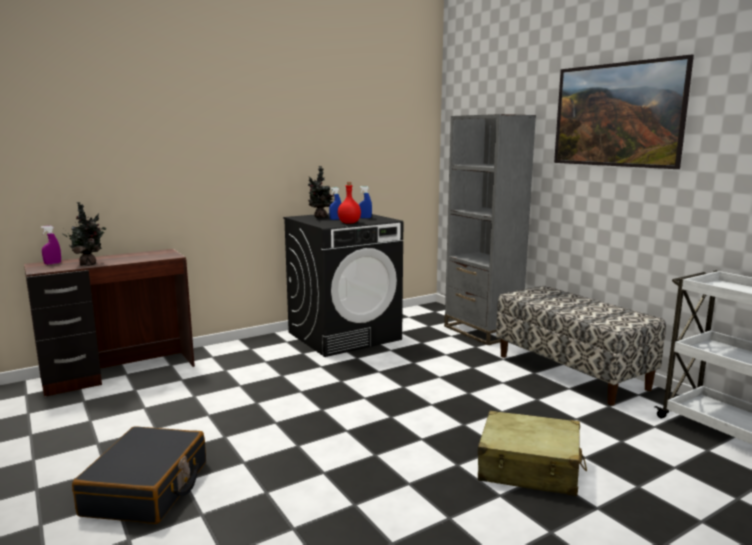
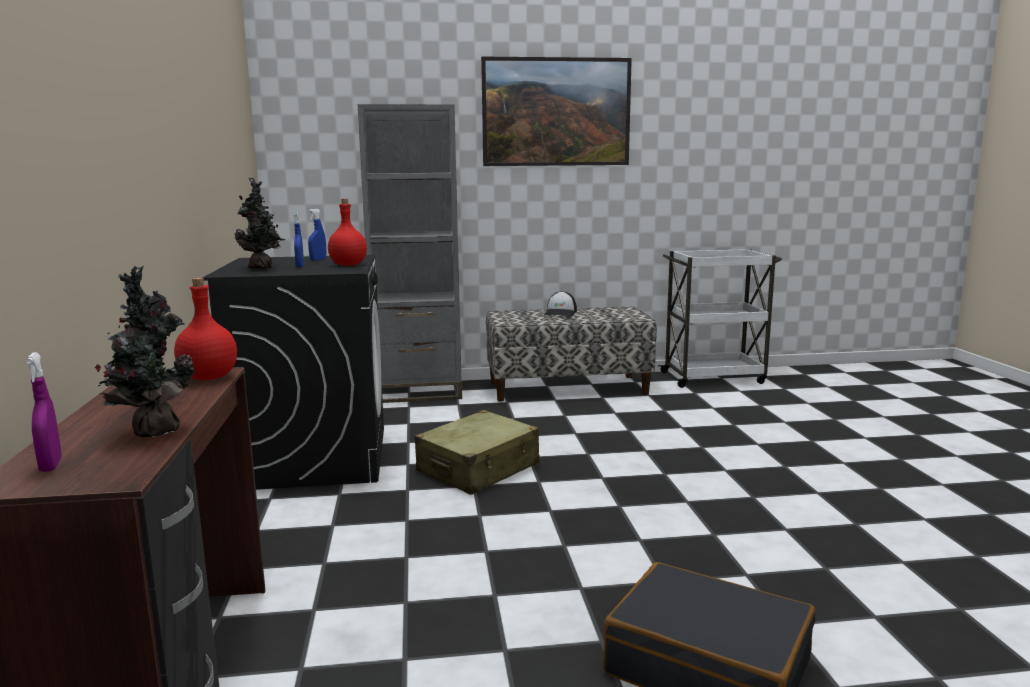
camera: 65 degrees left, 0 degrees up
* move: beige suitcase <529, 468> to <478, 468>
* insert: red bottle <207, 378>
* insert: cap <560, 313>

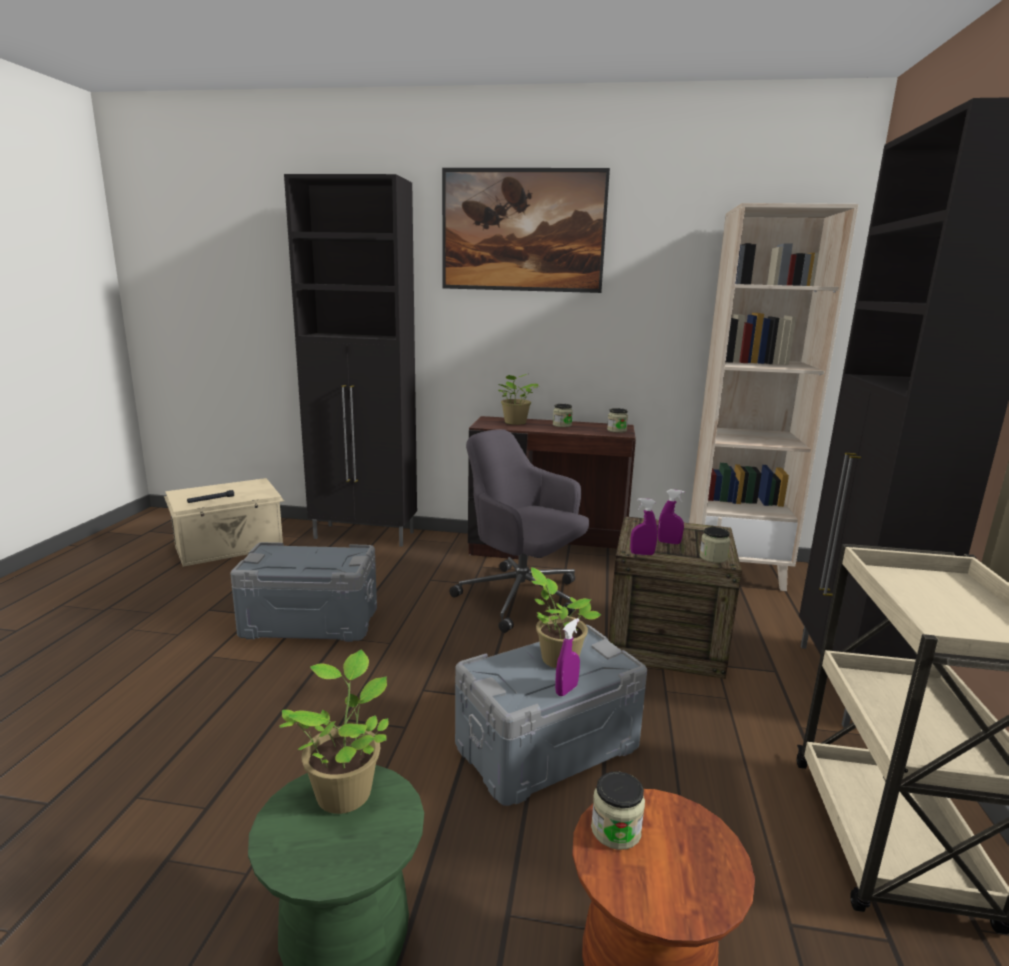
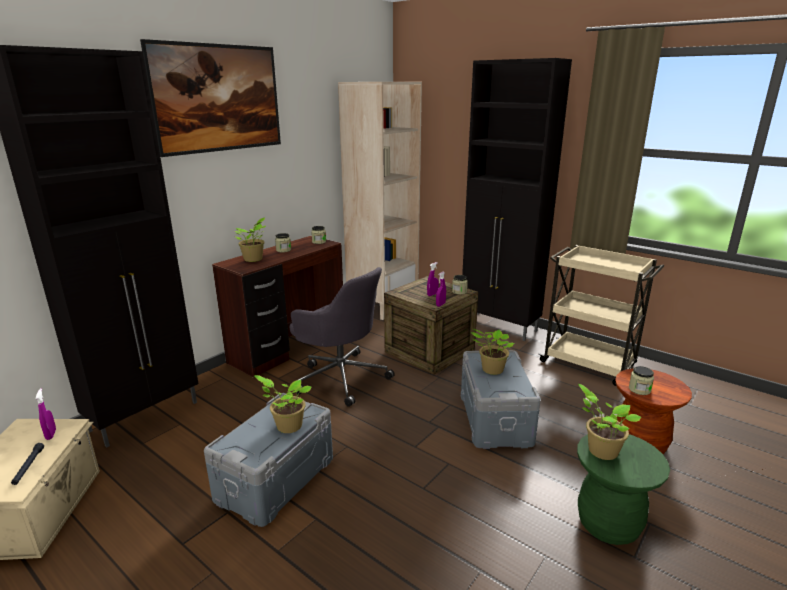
camera: 60 degrees left, 5 degrees up
* rotate: grey office chair <522, 598> = <341, 377> 120 degrees counterclockwise
* move: purple spray bottle <566, 690> to <51, 434>
* insert: potted plant <287, 426>

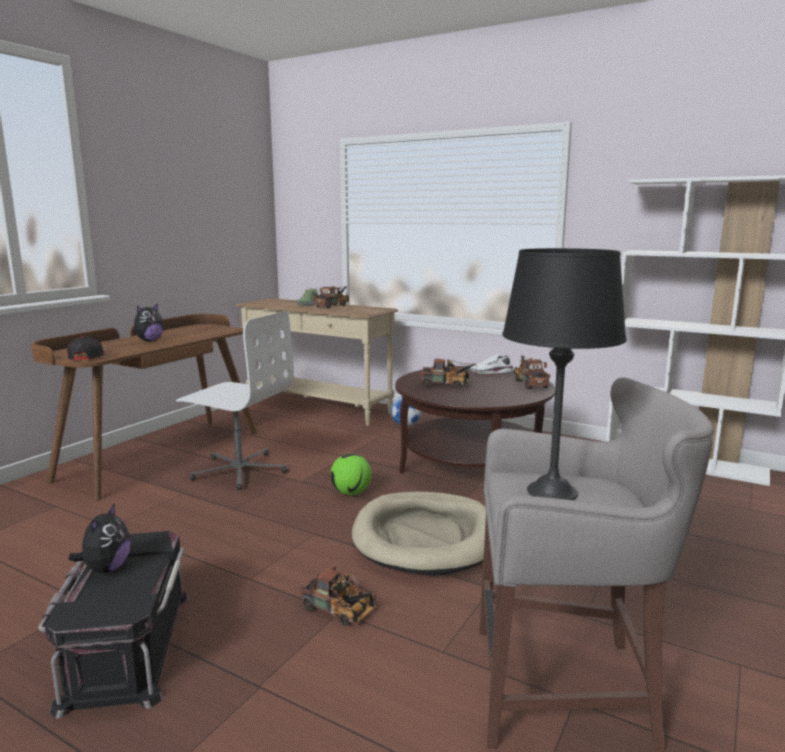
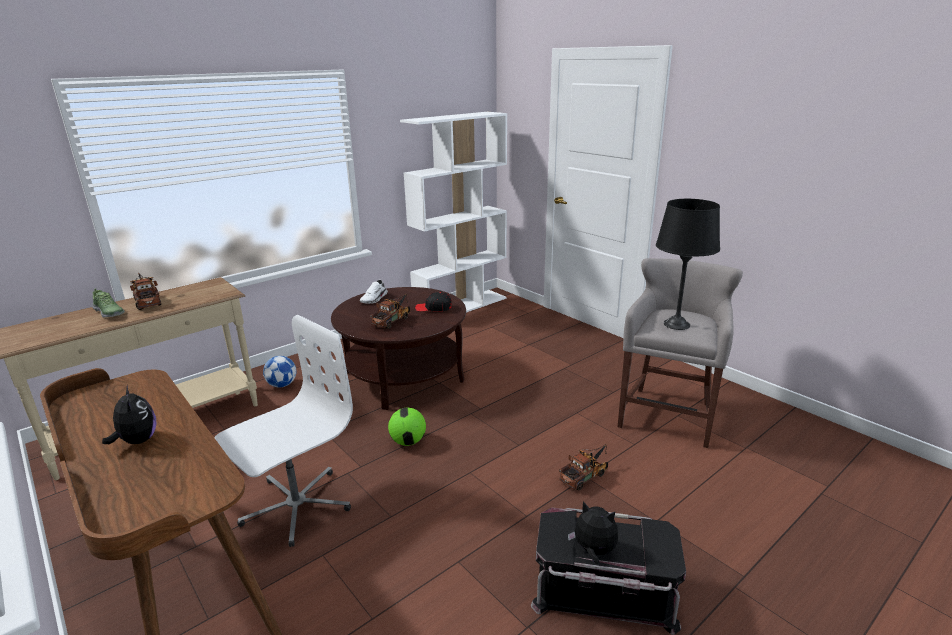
camera: 70 degrees left, 10 degrees up
* move: black cap <87, 356> to <434, 308>
* delete: beige dog bed <425, 537>
* delete: toy truck <529, 383>

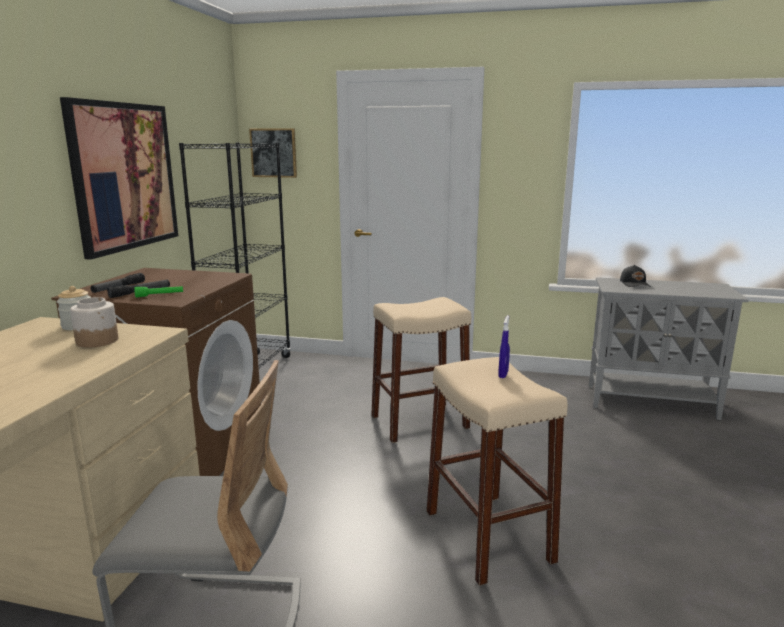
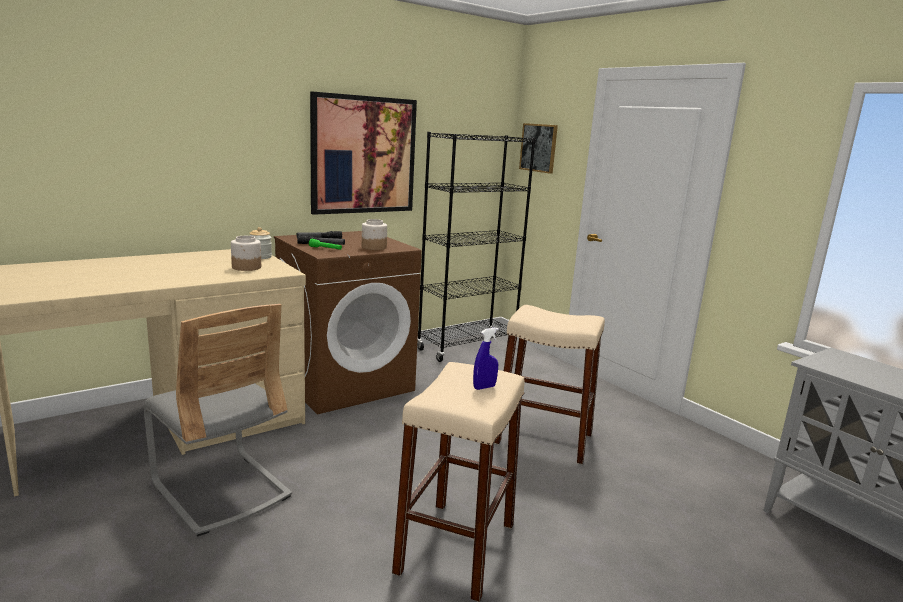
camera: 40 degrees right, 0 degrees up
* delete: black cap <635, 284>
* insert: jar <374, 247>

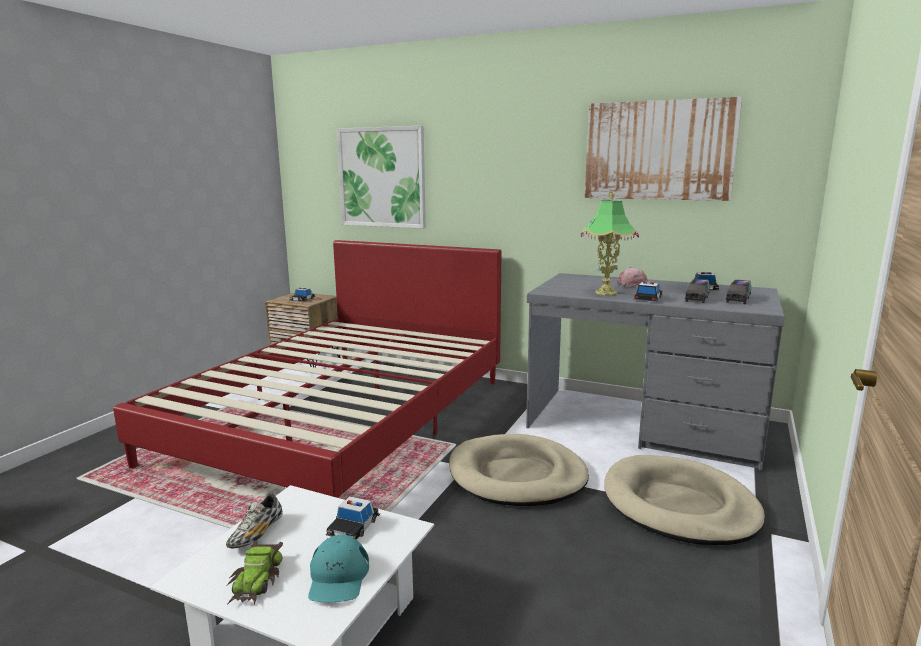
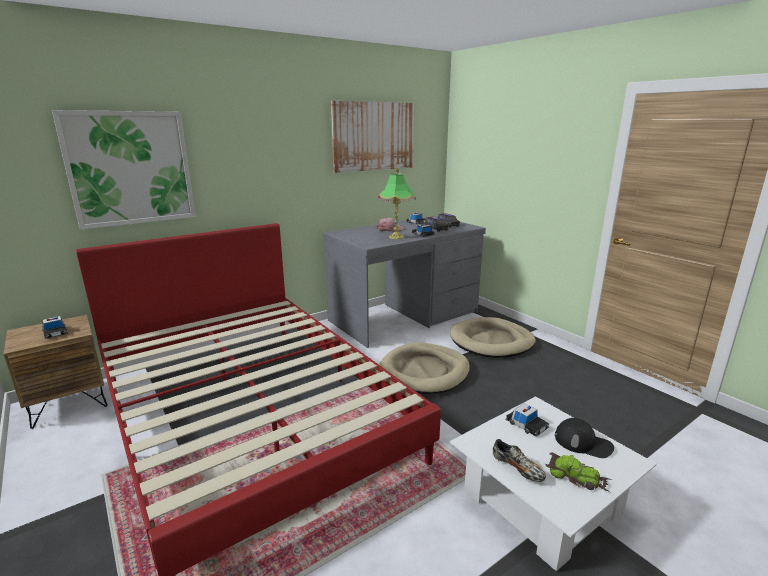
camera: 60 degrees left, 5 degrees up
* recolor: turquoise cap <338, 577> to black cap <583, 442>

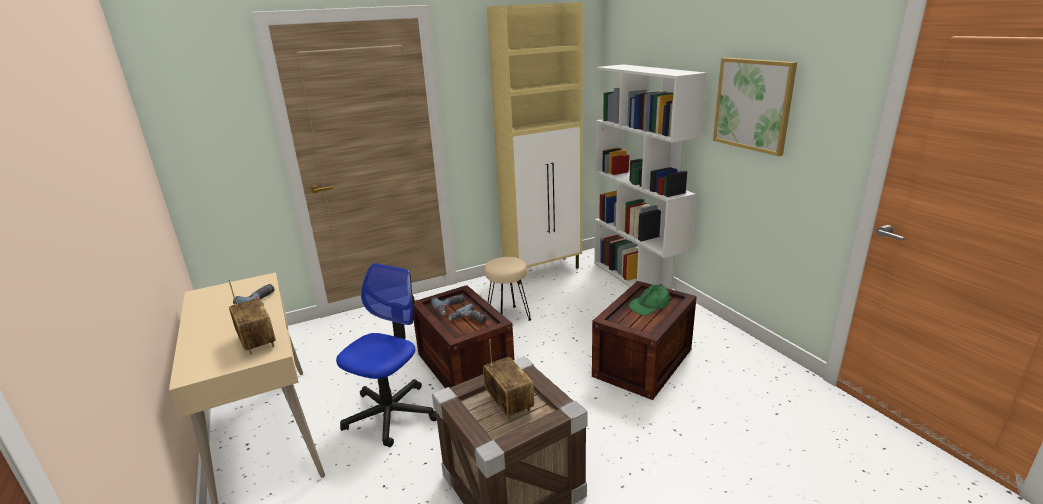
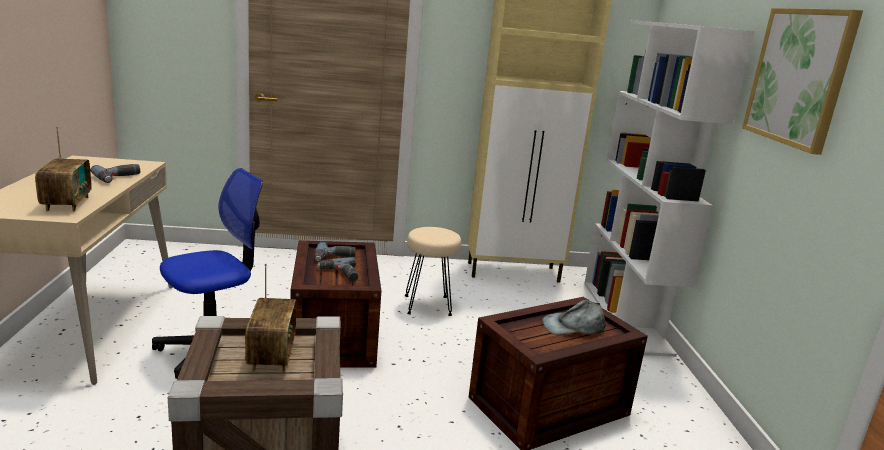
camera: 20 degrees right, 5 degrees down
* recolor: green cap <650, 305> to grey cap <573, 326>

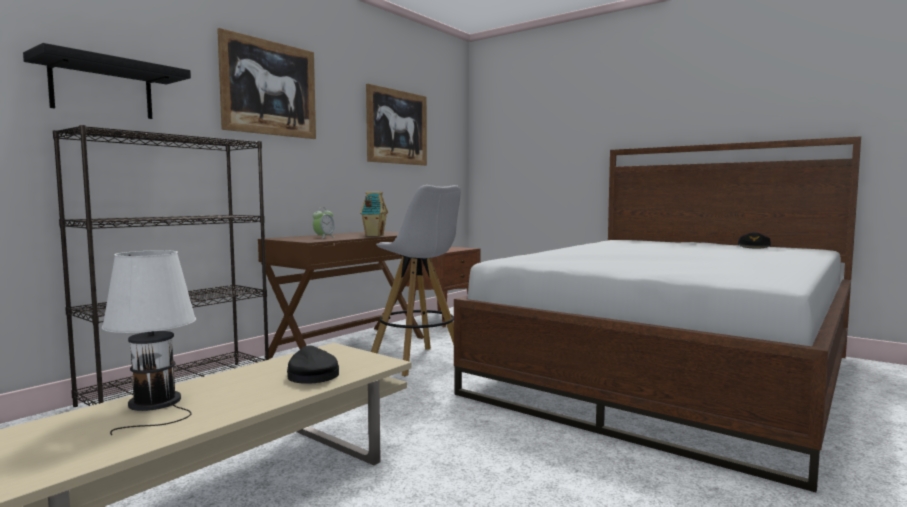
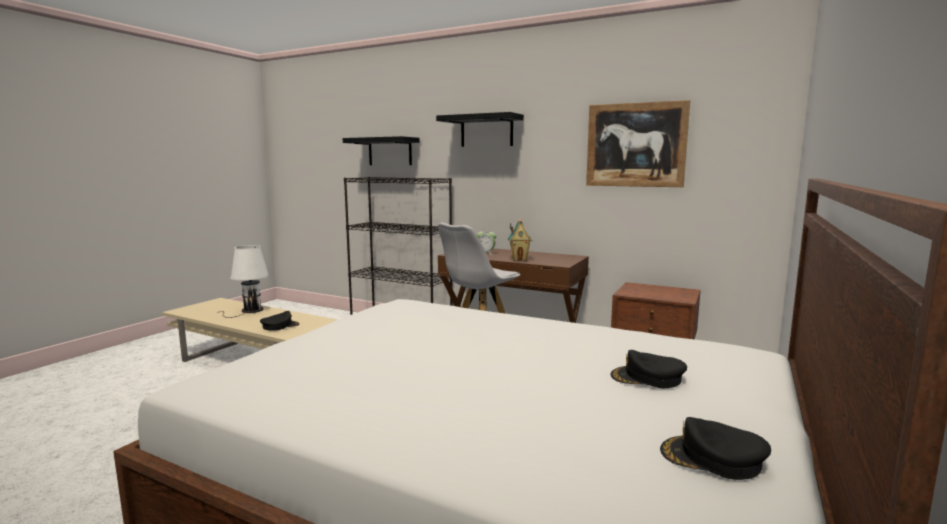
camera: 80 degrees right, 5 degrees up
* replace: picture <269, 88> to black shelf <486, 131>
* insert: black cap <647, 378>

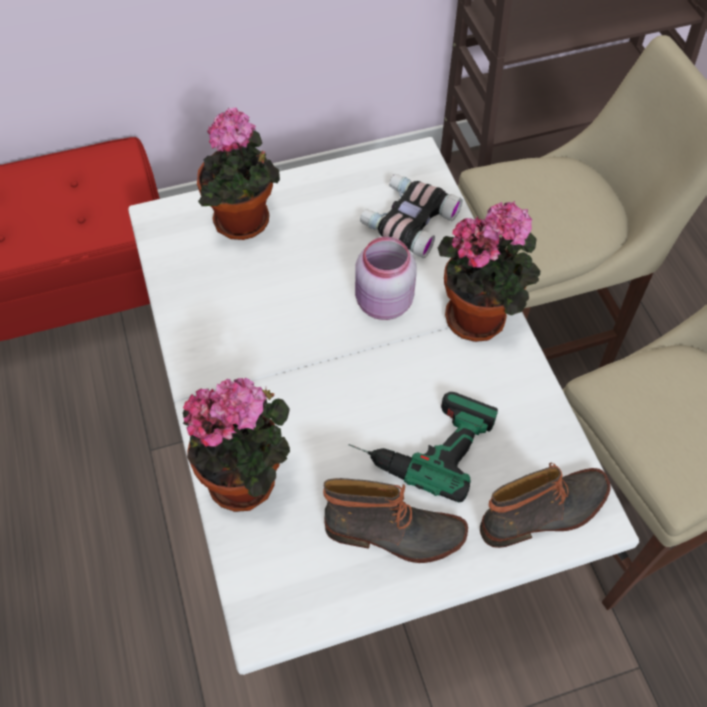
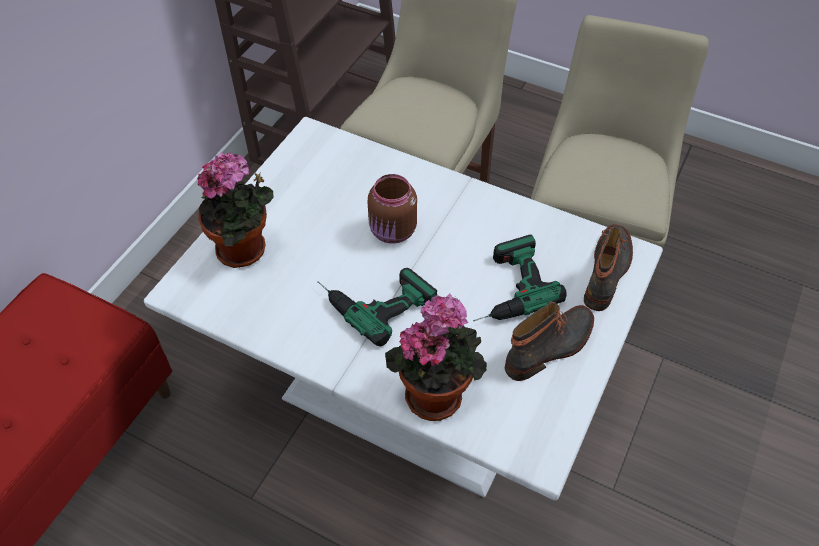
camera: 45 degrees left, 5 degrees down
* recolor: pink jar <382, 303> to brown jar <393, 232>
* delete: binoculars <408, 220>
* delete: potted plant <480, 316>
* insert: power drill <374, 298>

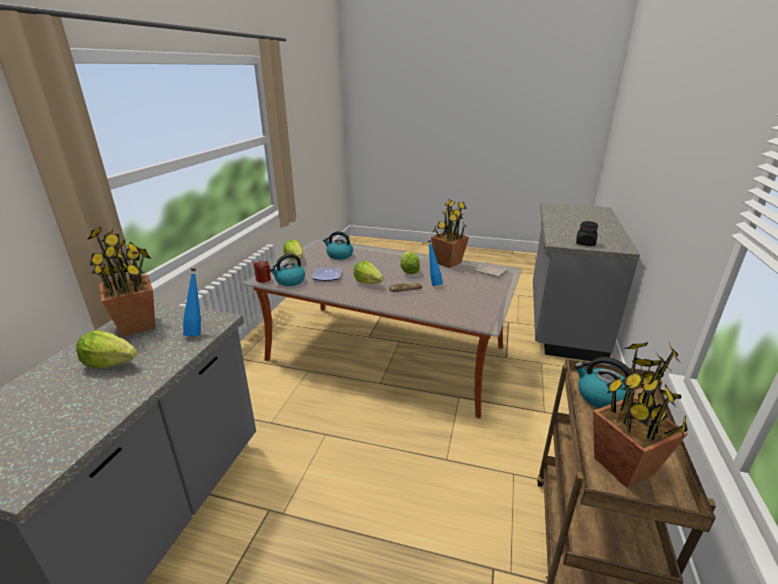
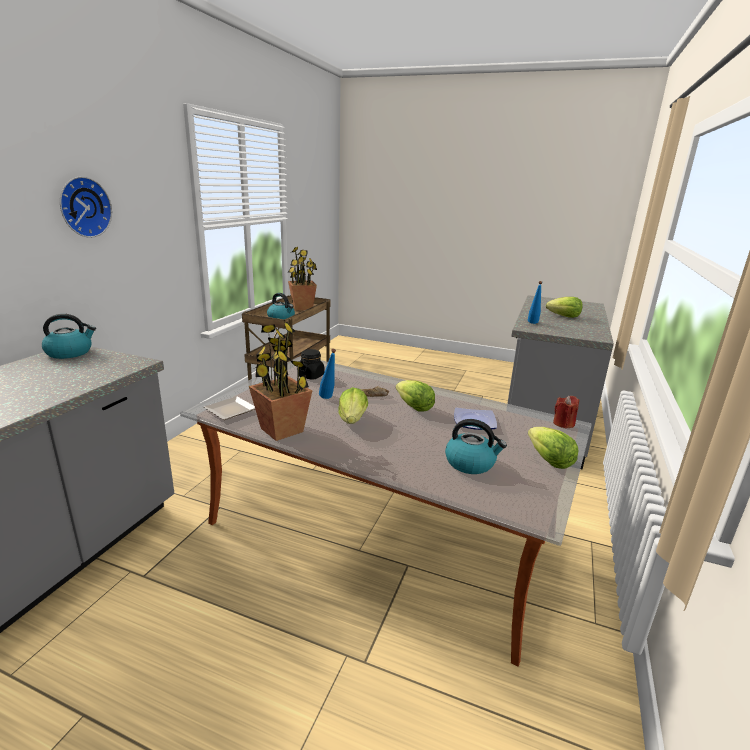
camera: 175 degrees left, 5 degrees down
* delete: potted plant <137, 325>
* move: kettle <289, 281> to <70, 353>
* move: black jar <585, 243> to <311, 376>
* insert: wall clock <83, 207>

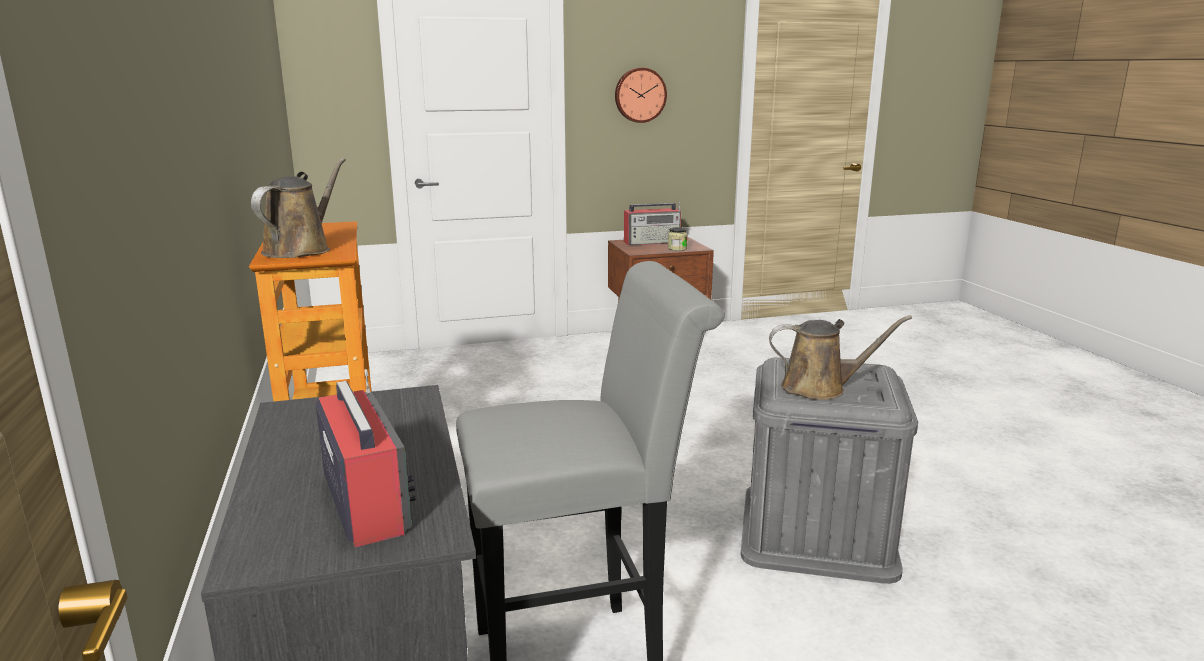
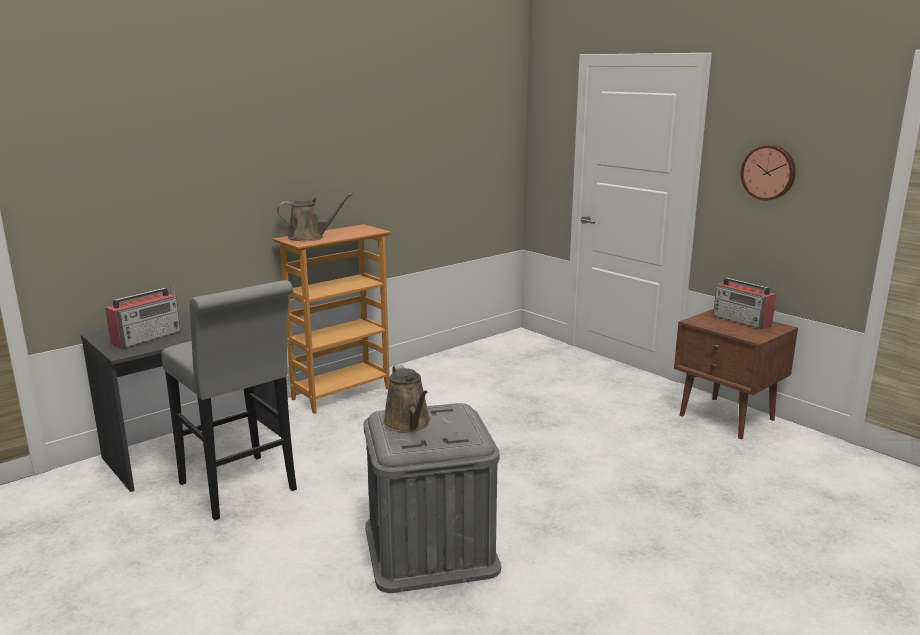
camera: 65 degrees right, 0 degrees up
* delete: jar <677, 249>

